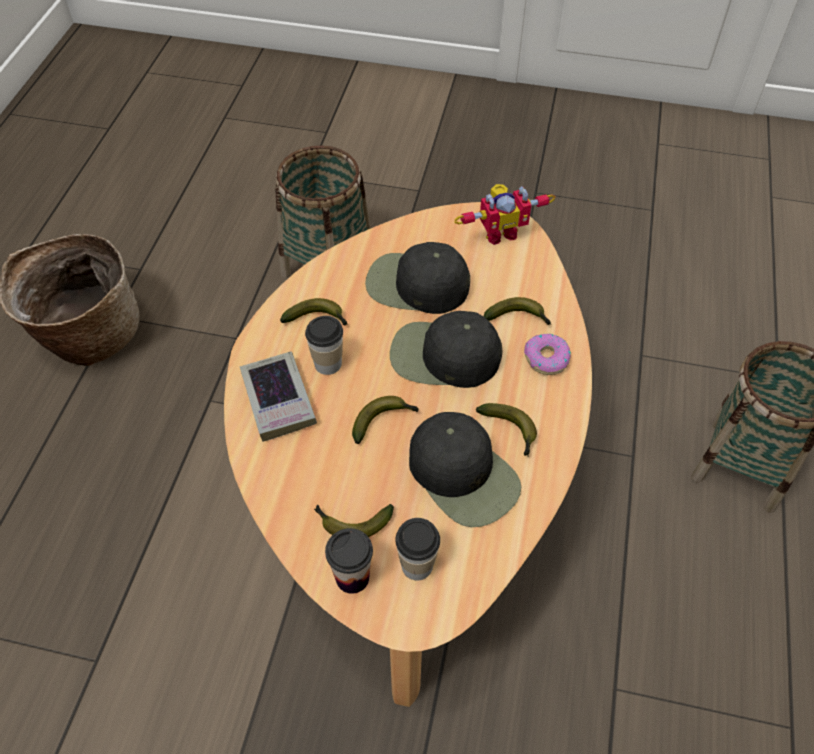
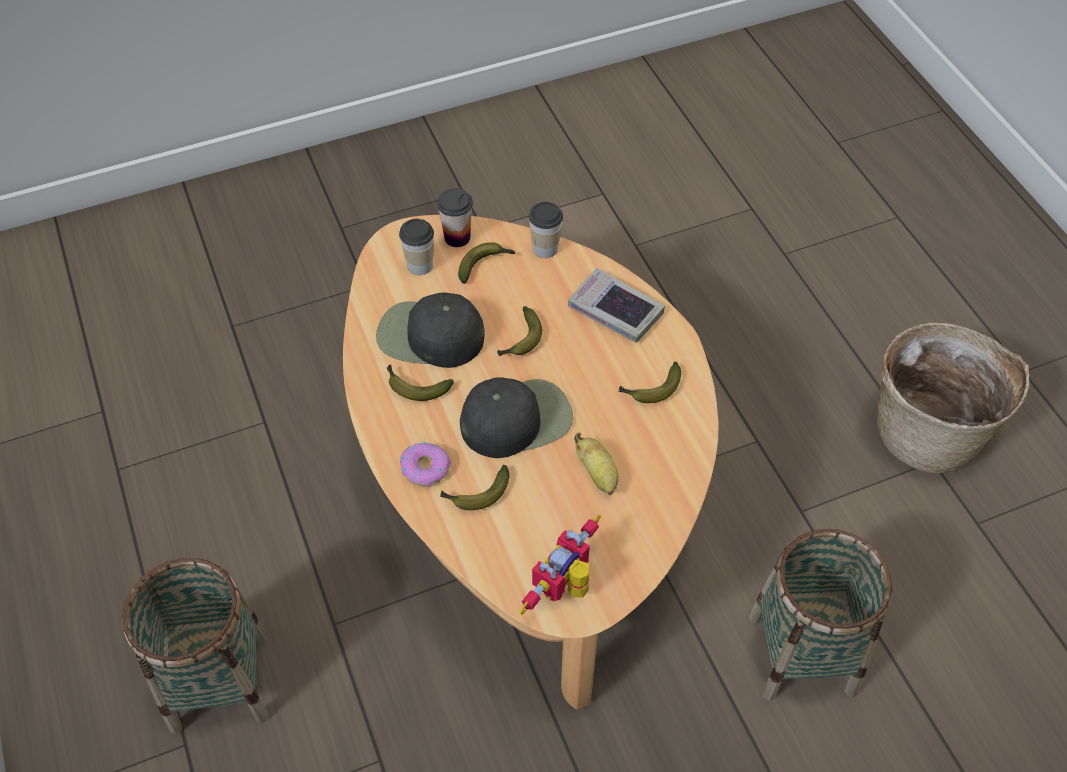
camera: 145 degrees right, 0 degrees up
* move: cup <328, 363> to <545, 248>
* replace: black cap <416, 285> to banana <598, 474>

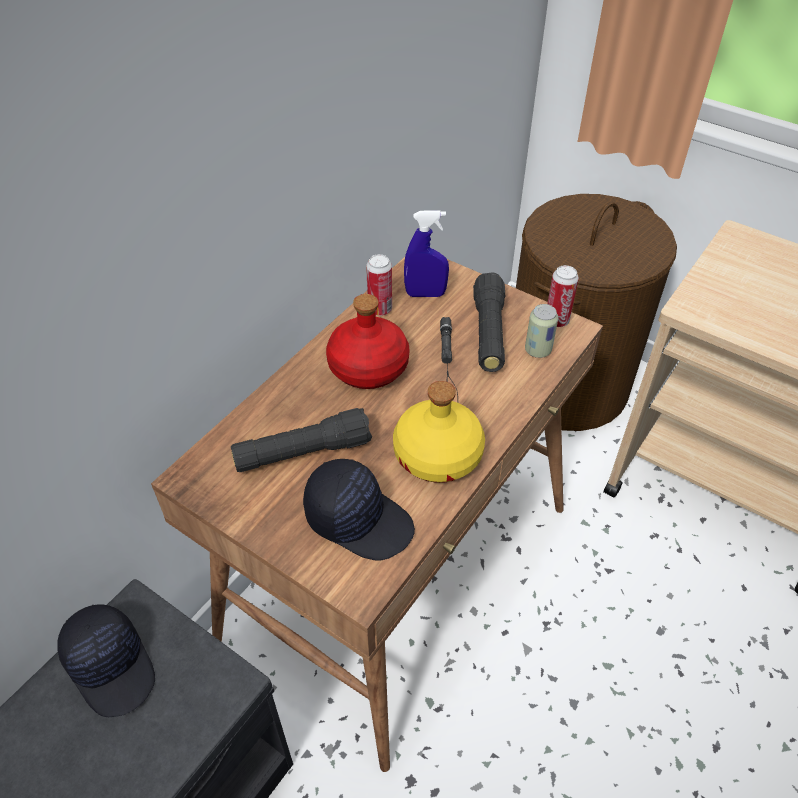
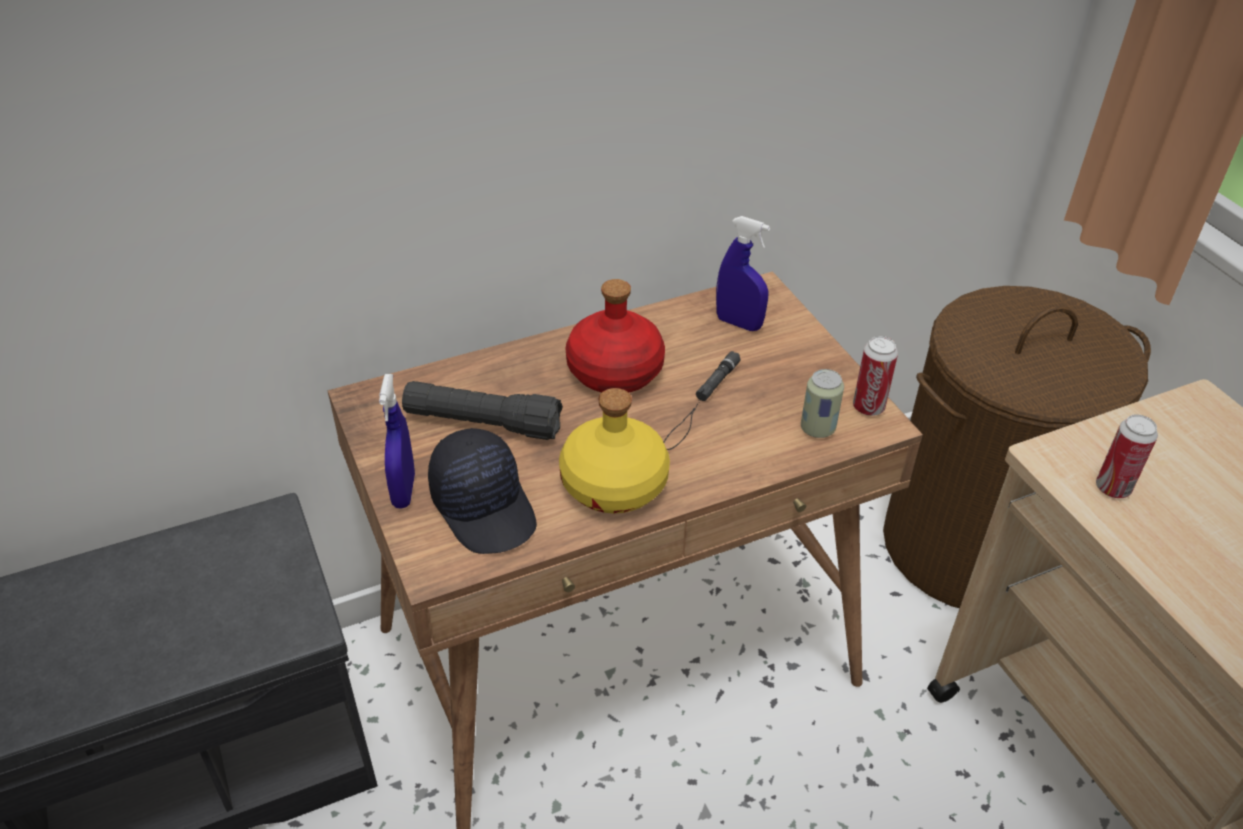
camera: 30 degrees right, 5 degrees down
* delete: black cap <113, 665>
* move: can <380, 309> to <1112, 488>
* delete: black flashlight <488, 333>
* insert: blue spray bottle <404, 491>

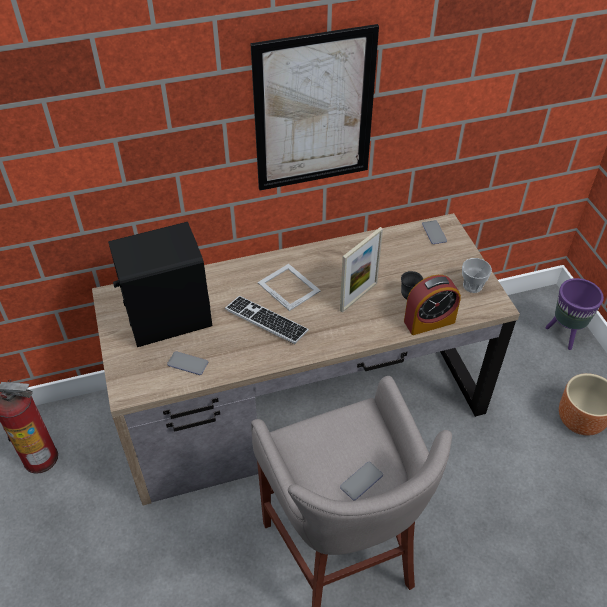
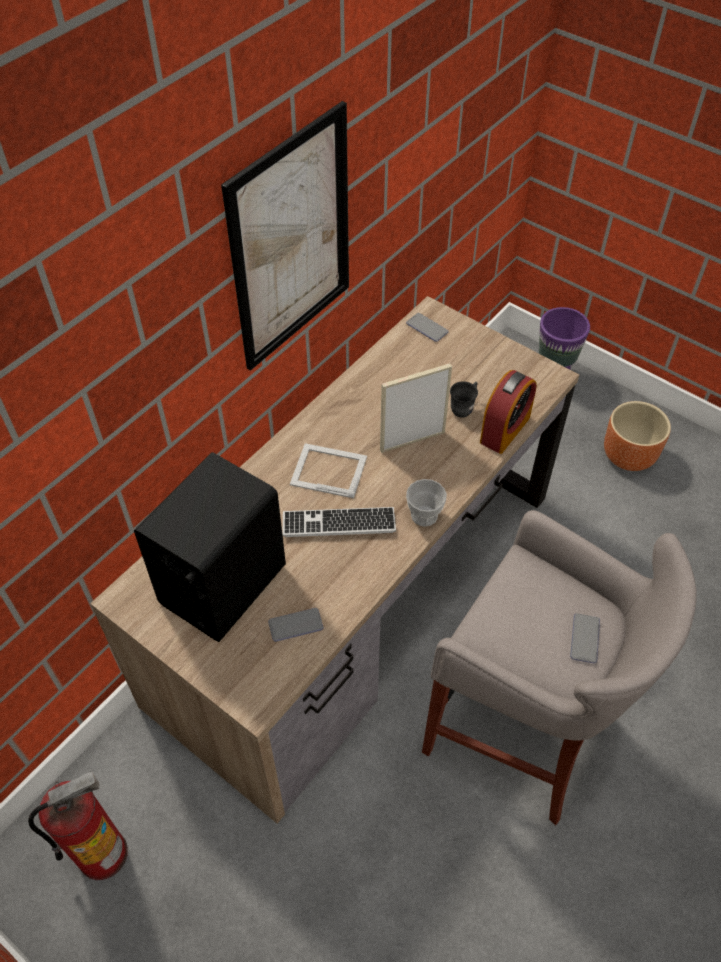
camera: 35 degrees left, 5 degrees up
* rotate: picture frame <358, 296> = <412, 441> 120 degrees counterclockwise
* move: cup <472, 286> to <424, 515>

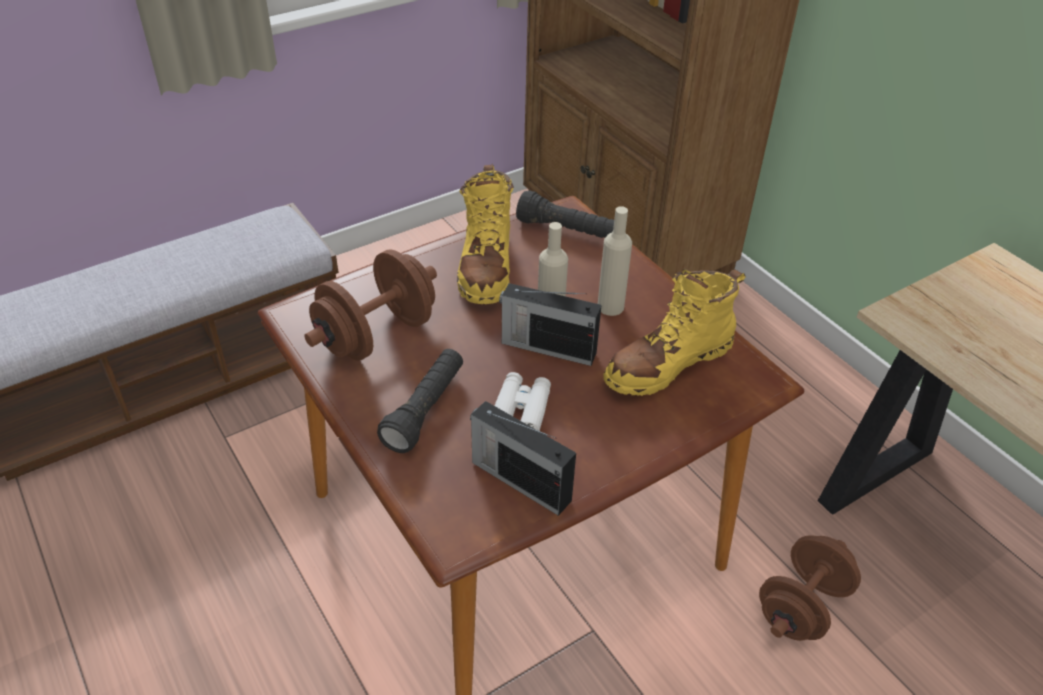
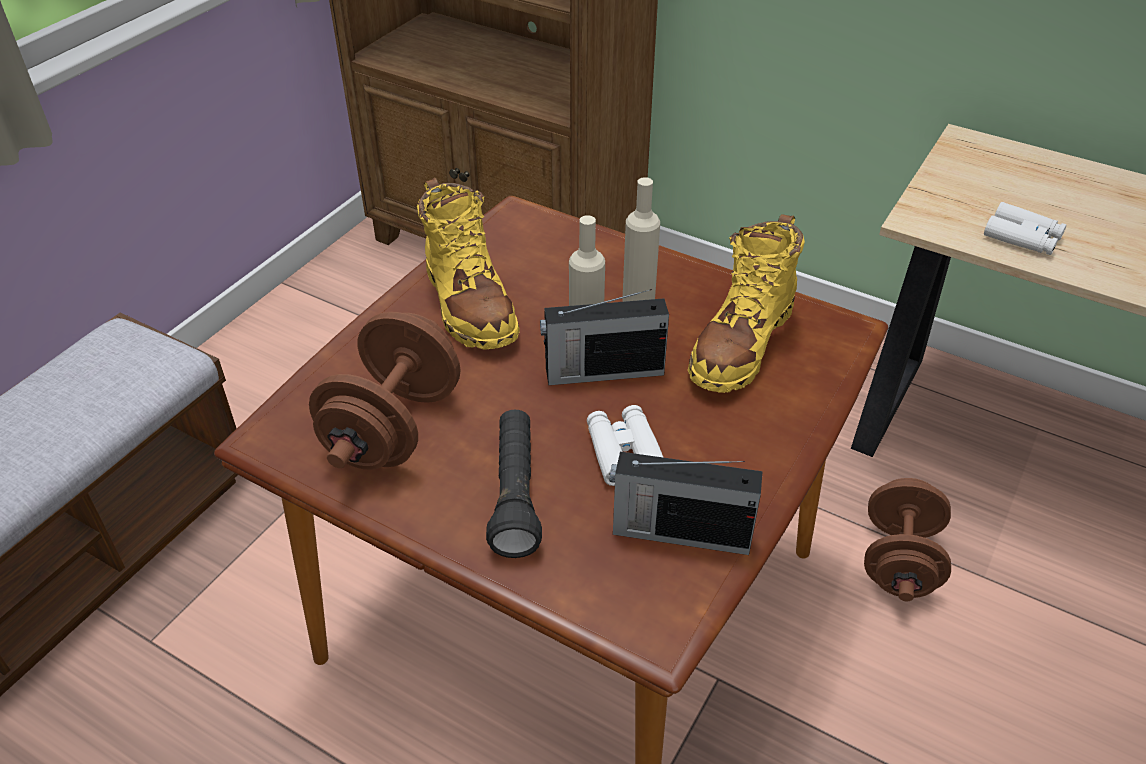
camera: 25 degrees left, 0 degrees up
* delete: black flashlight <567, 230>
* insert: white binoculars <1022, 237>

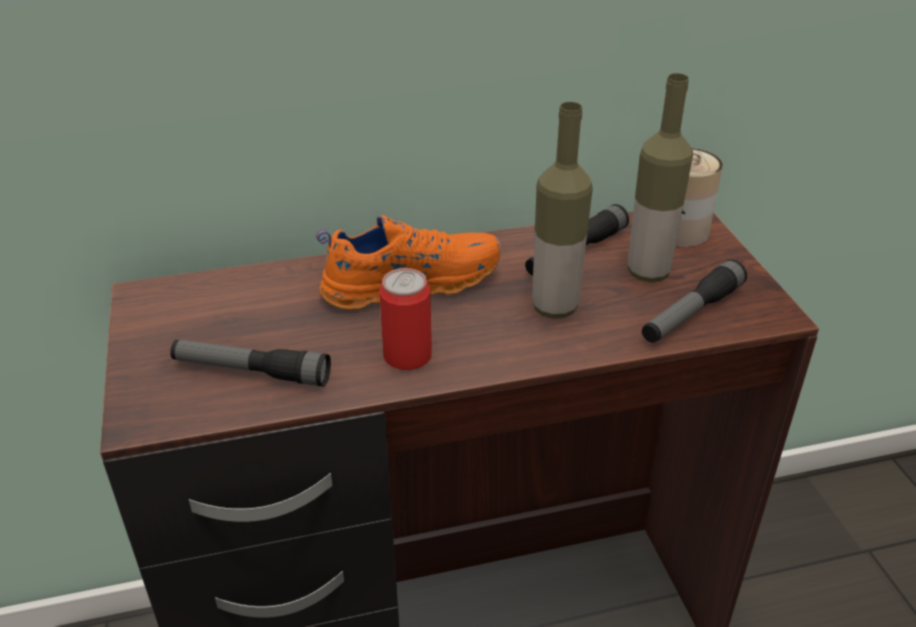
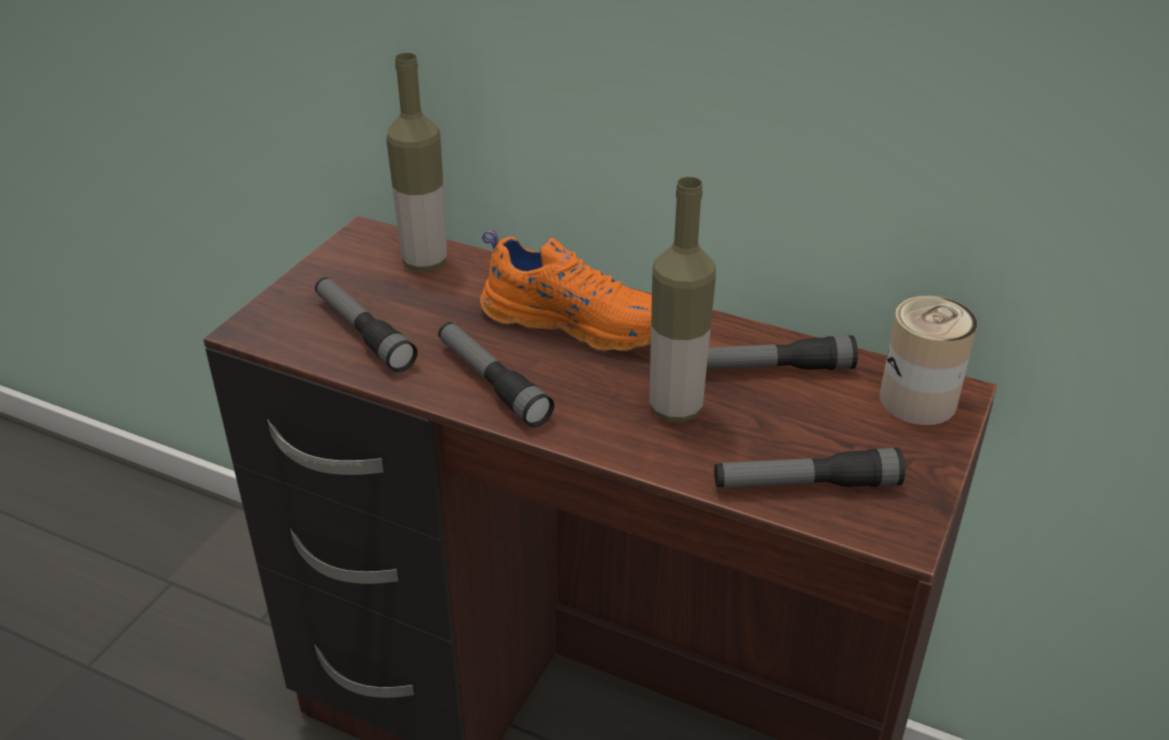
camera: 40 degrees right, 0 degrees up
* replace: can <407, 356> to flashlight <492, 383>
* move: bottle <648, 272> to <425, 262>

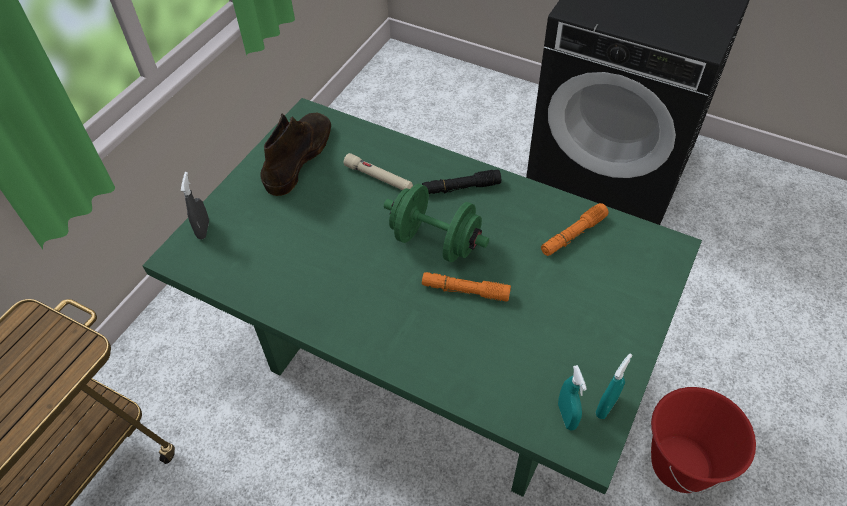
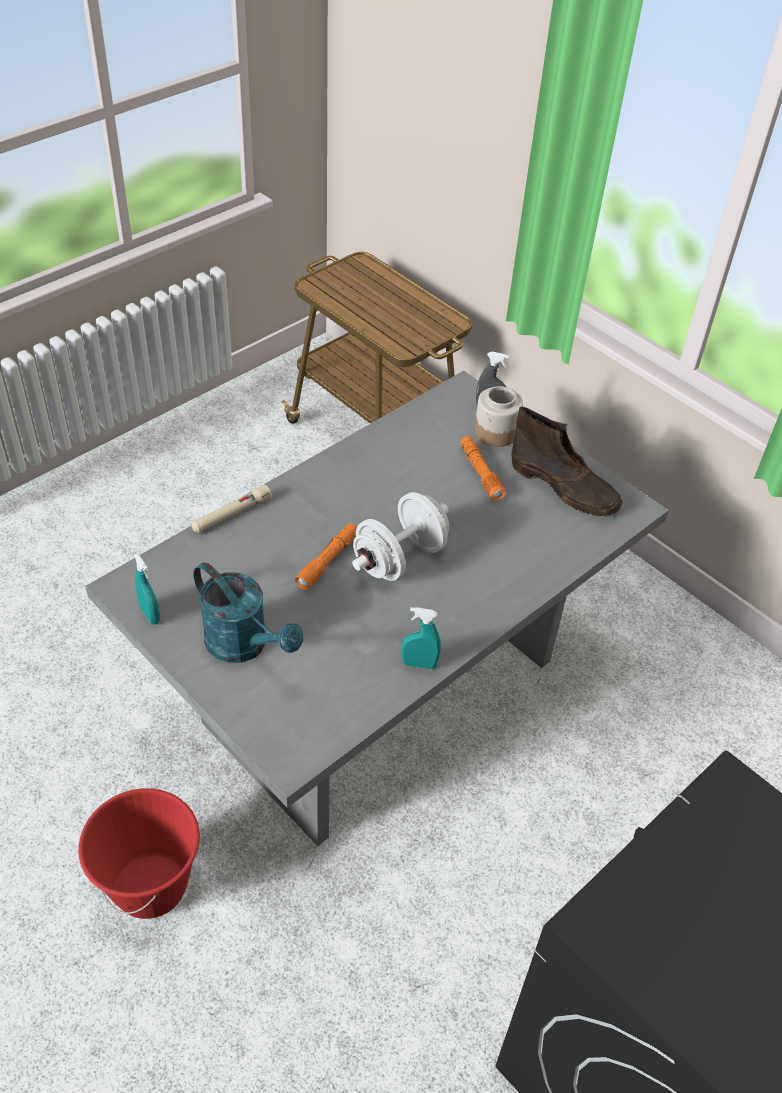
camera: 105 degrees right, 5 degrees down
* recolor: green dining table <424, 367> to grey dining table <381, 689>
* move: beige flashlight <379, 178> to <231, 515>
* recolor: green dumbbell <435, 241> to white dumbbell <399, 558>
* delete: black flashlight <461, 188>
* move: orange flashlight <573, 235> to <480, 473>
* move: turquoise spray bottle <566, 416> to <419, 664>
* insert: turquoise watering can <245, 645>
* insert: jar <496, 432>

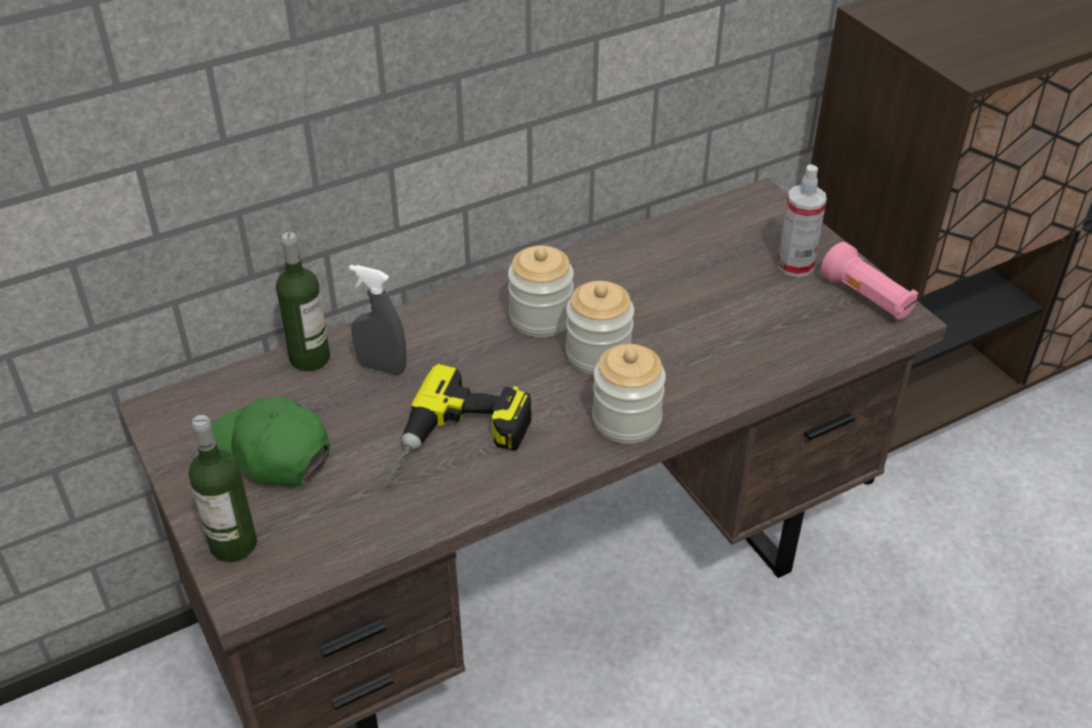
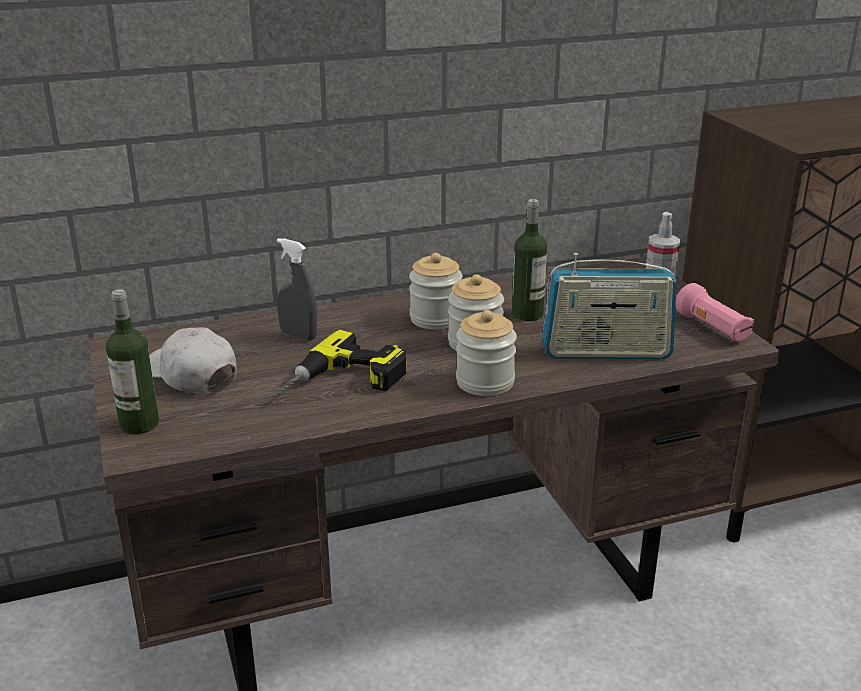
camera: 10 degrees right, 15 degrees down
* recolor: green cap <270, 453> to white cap <191, 375>
* move: bottle <310, 358> to <527, 314>
* insert: radio <606, 352>

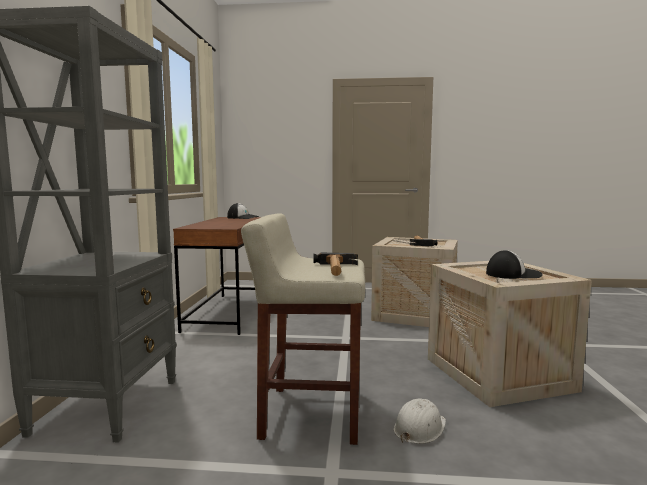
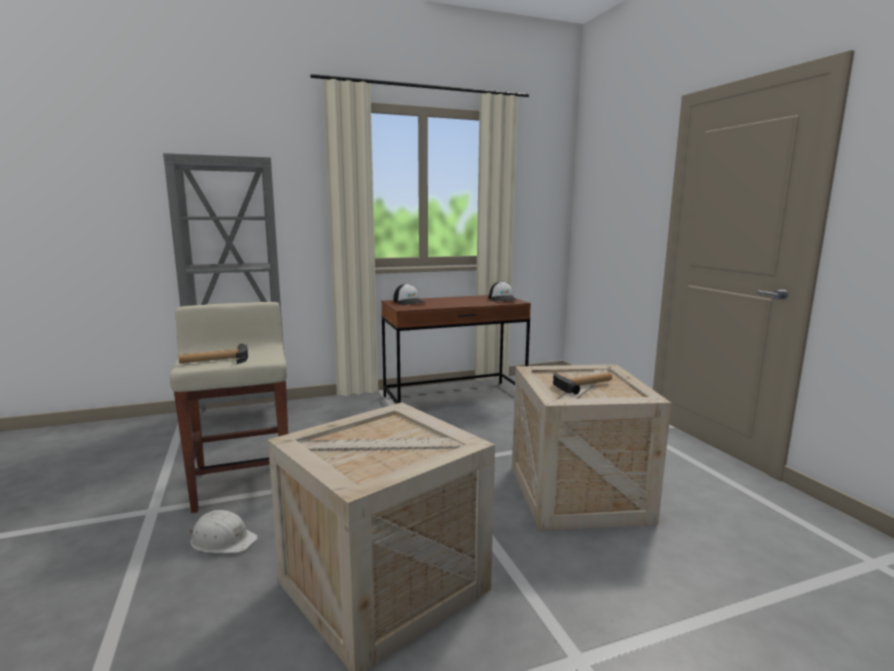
camera: 65 degrees right, 5 degrees up
* move: cap <513, 274> to <409, 302>

